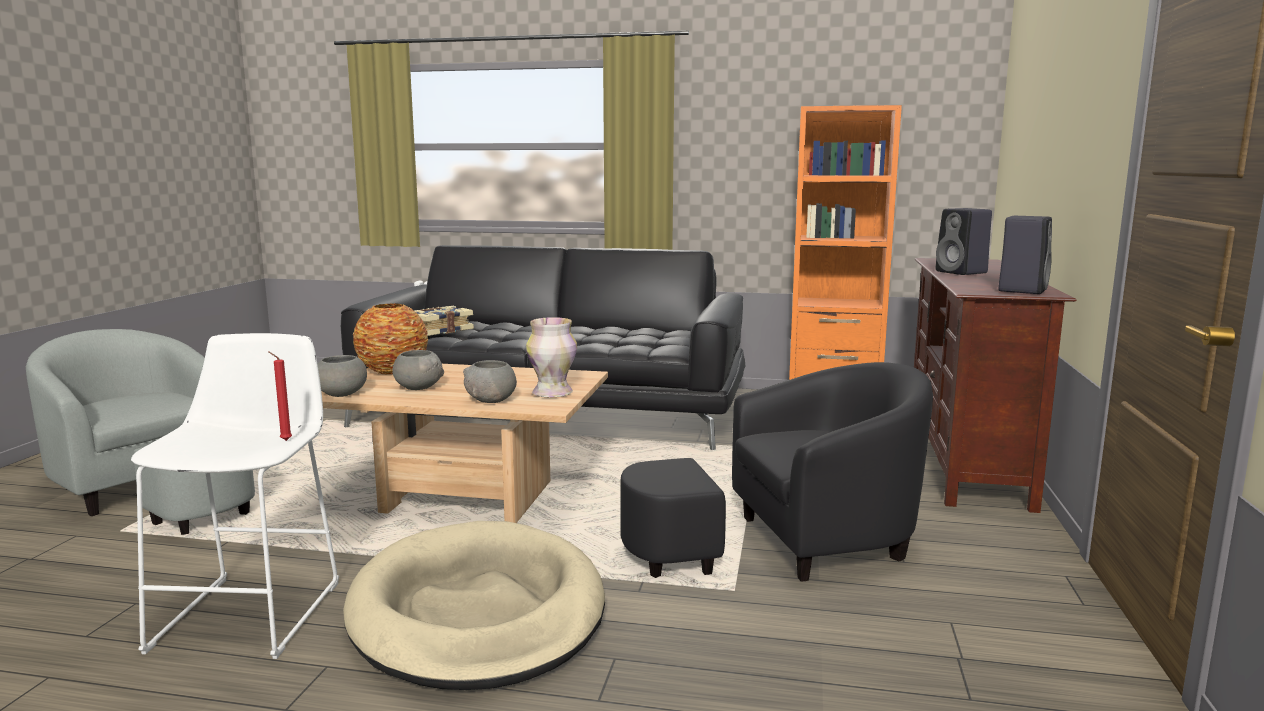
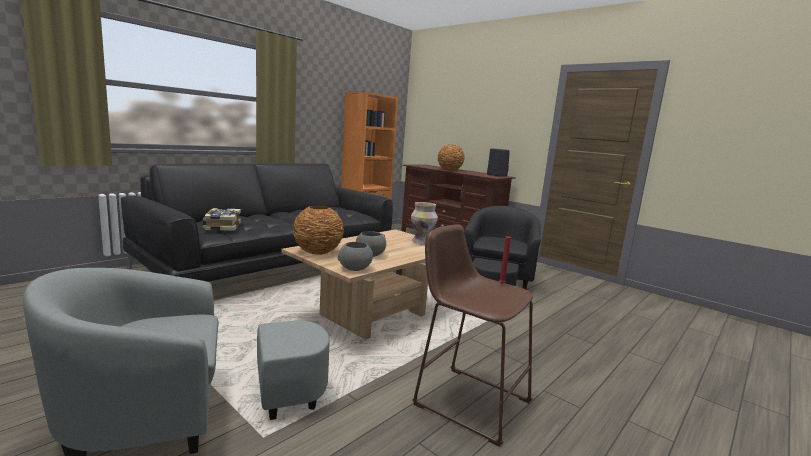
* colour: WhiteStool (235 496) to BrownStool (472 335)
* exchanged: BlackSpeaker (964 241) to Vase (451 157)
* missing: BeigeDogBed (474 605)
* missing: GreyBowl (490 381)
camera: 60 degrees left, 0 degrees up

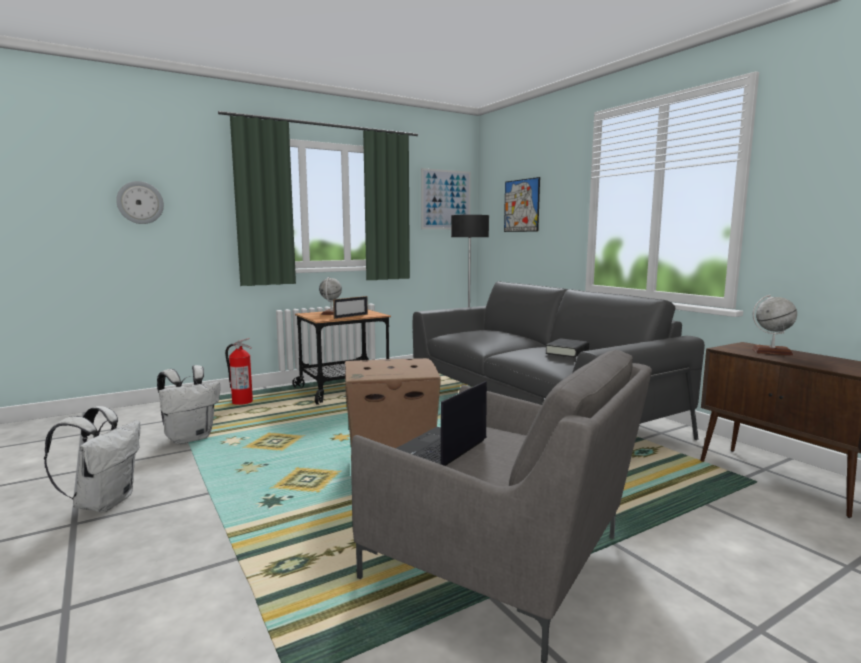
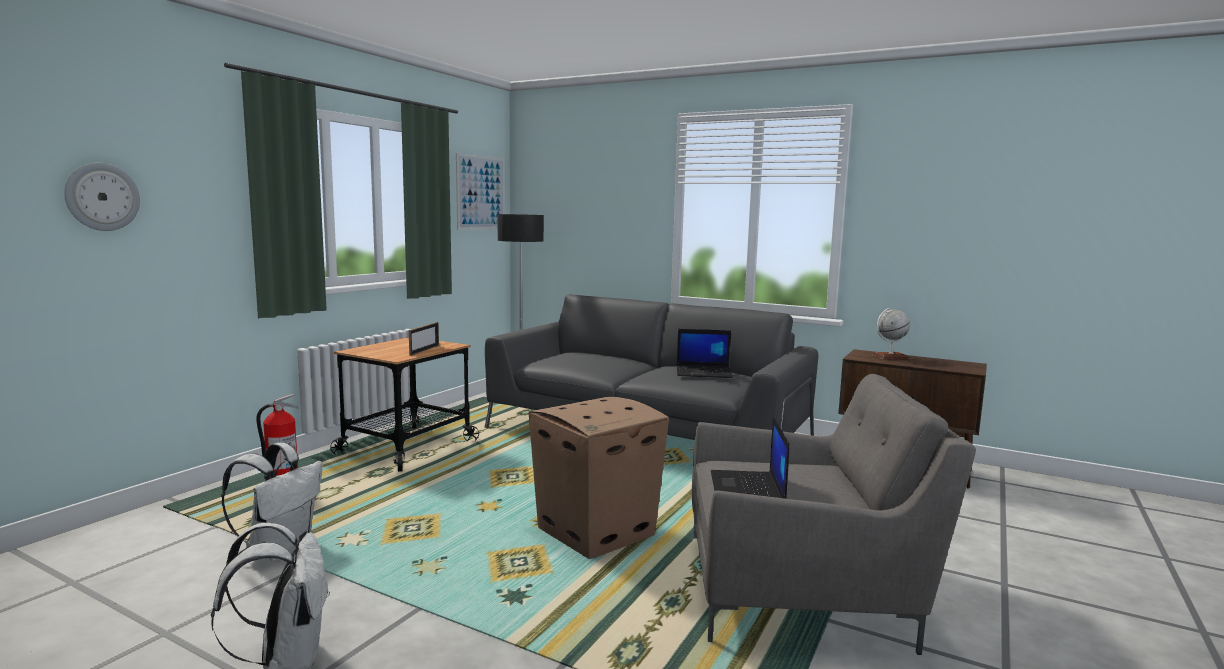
* exchanged: BlackBook (567 347) to Laptop (705 353)
* missing: Globe (330 296)
* missing: Picture (522 204)
camera: 30 degrees left, 0 degrees up

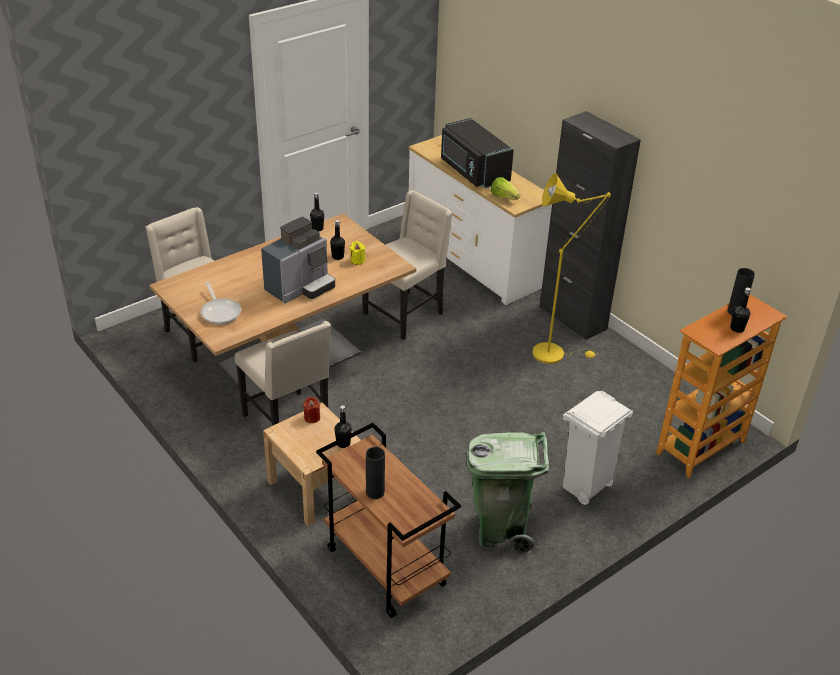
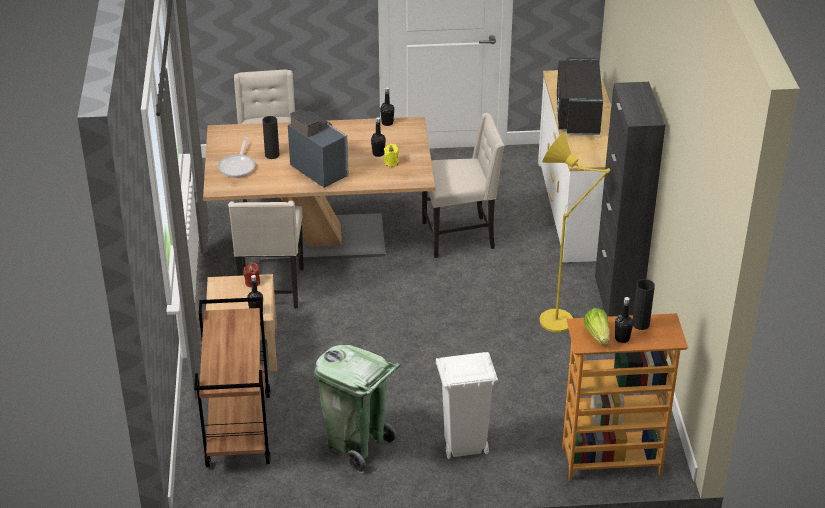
* relocated: BlackVase (375 473) to (270 137)
* spun: CoffeeMachine (298 260) = (318 148) 120 degrees counterclockwise
* relocated: Lettuce (505 188) to (597 326)
camera: 35 degrees right, 0 degrees up

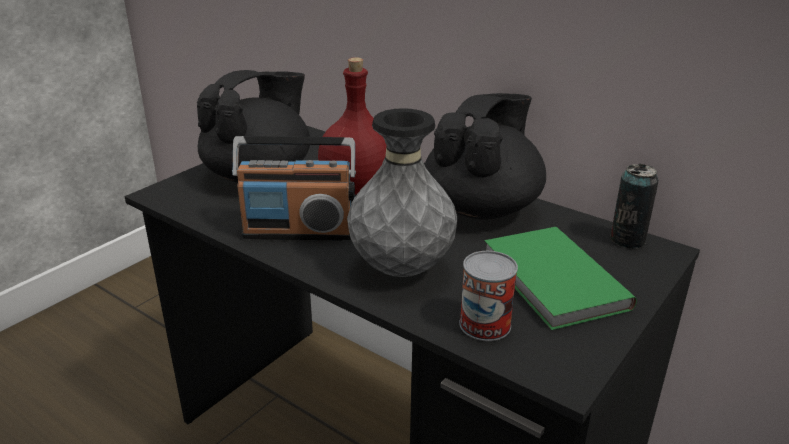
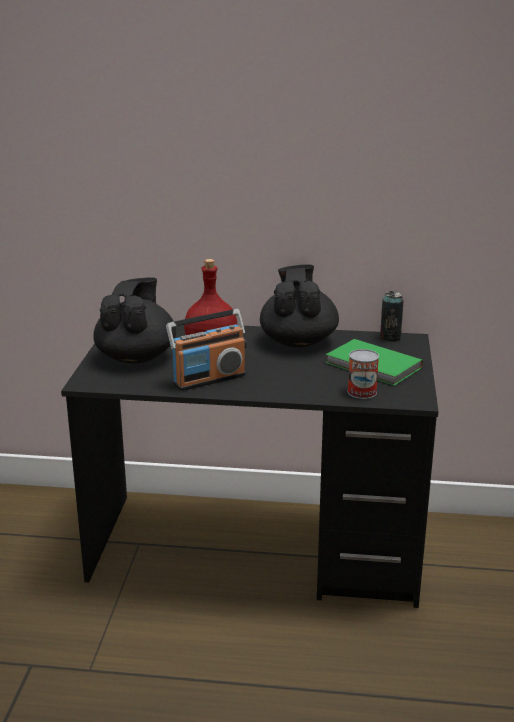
* missing: GreyVase (402 192)
camera: 30 degrees left, 5 degrees down

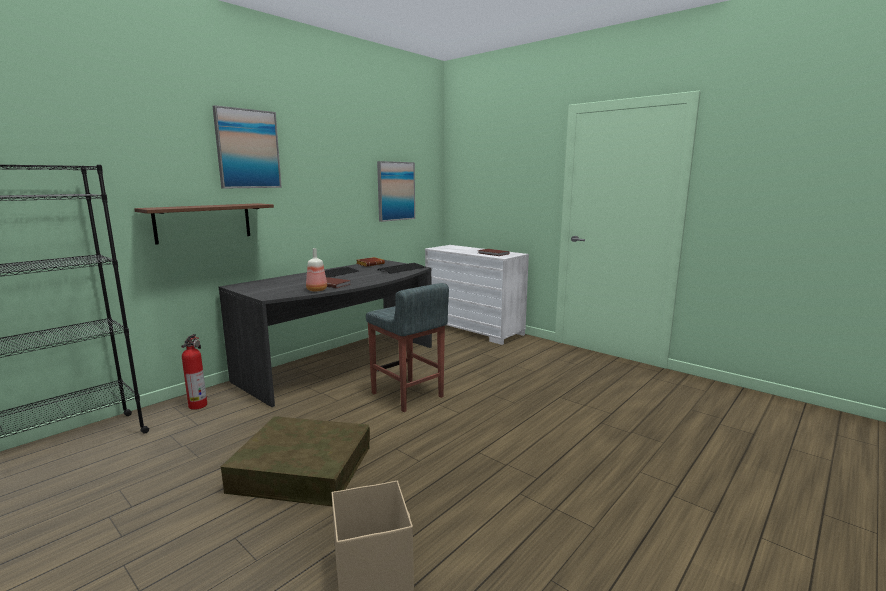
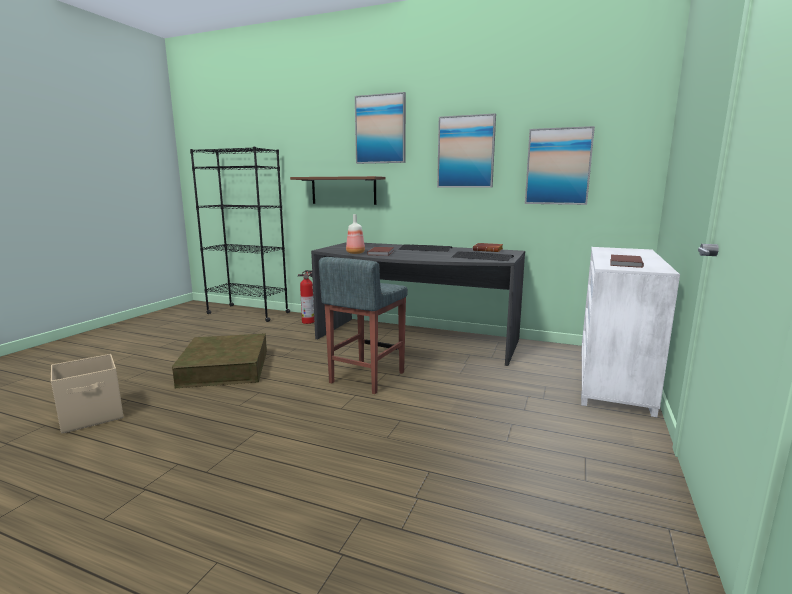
* appeared: Picture (466 150)
camera: 70 degrees right, 0 degrees up

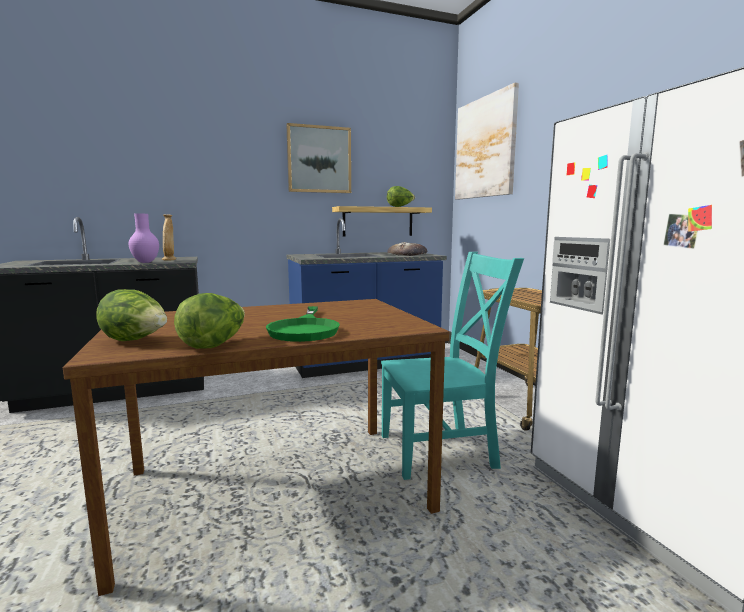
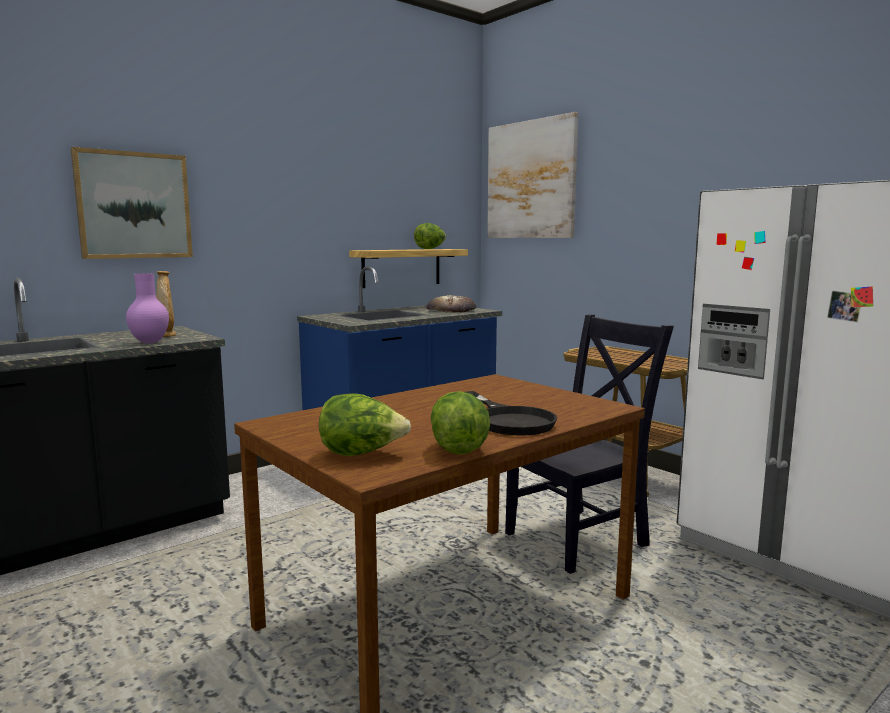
* relocated: Picture (318 158) to (132 203)
* colour: GreenFryingPan (303 324) to BlackFryingPan (511 413)
* colour: TurquoiseChair (452 366) to BlackChair (589 444)
camera: 20 degrees left, 0 degrees up

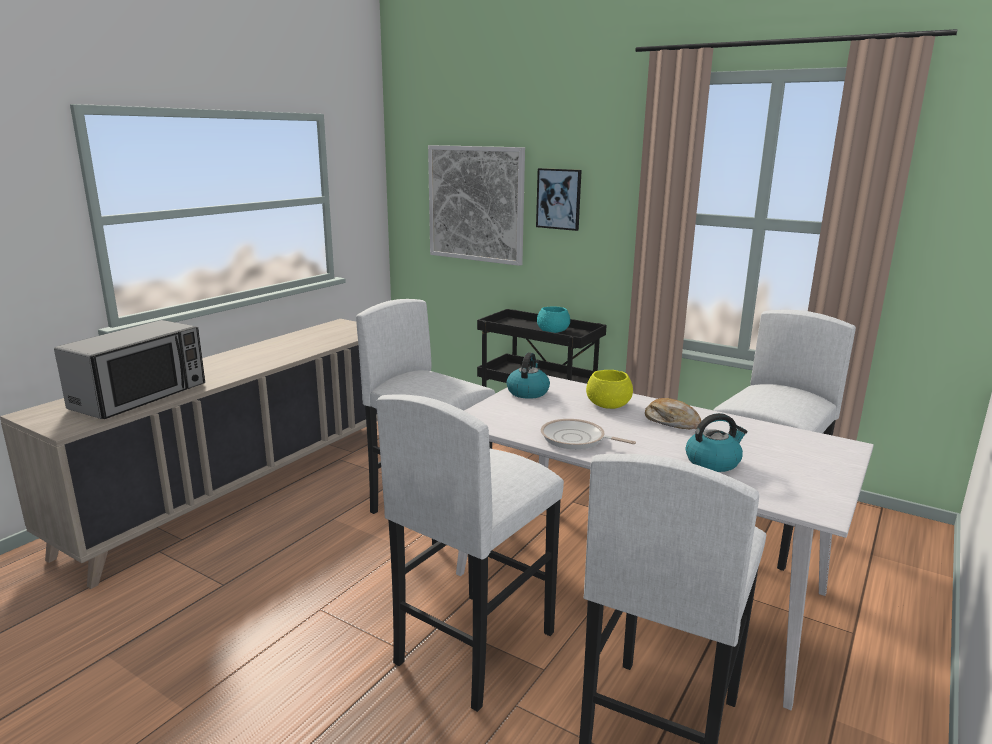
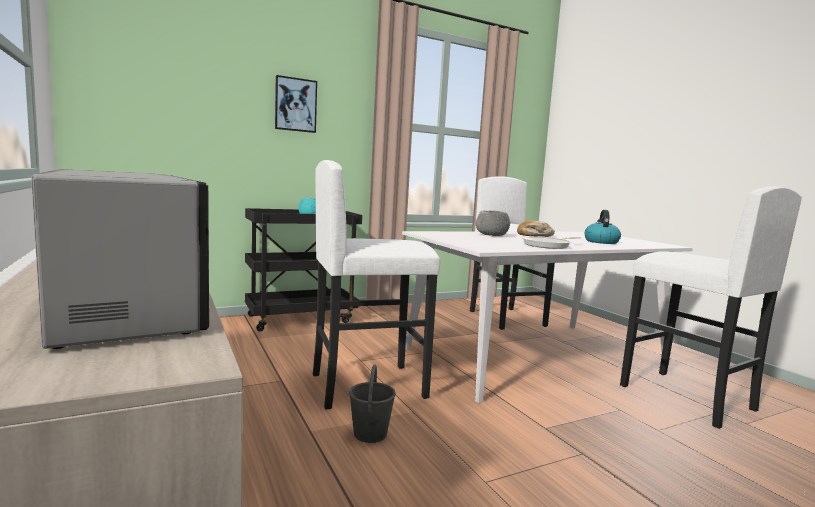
* appeared: GreyBucket (372 404)
* colour: YellowBowl (609 389) to GreyBowl (493 223)
* missing: WhiteStool (470 553)
* missing: Picture (476 205)
* missing: Kettle (528 375)
camera: 60 degrees left, 10 degrees down

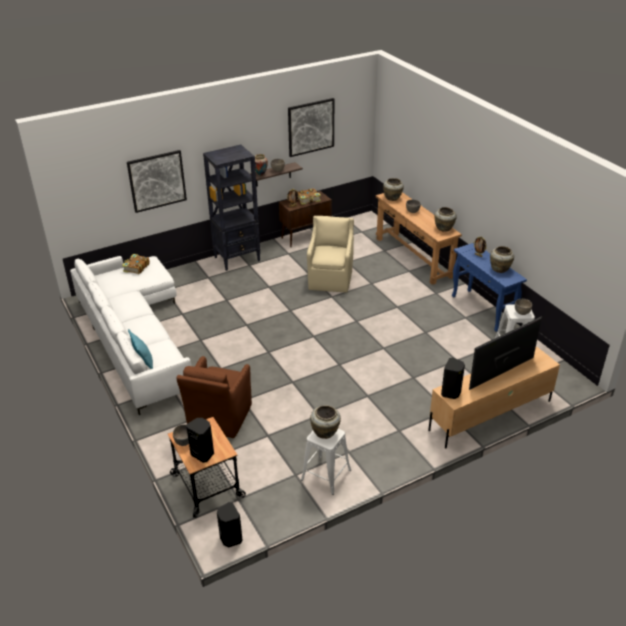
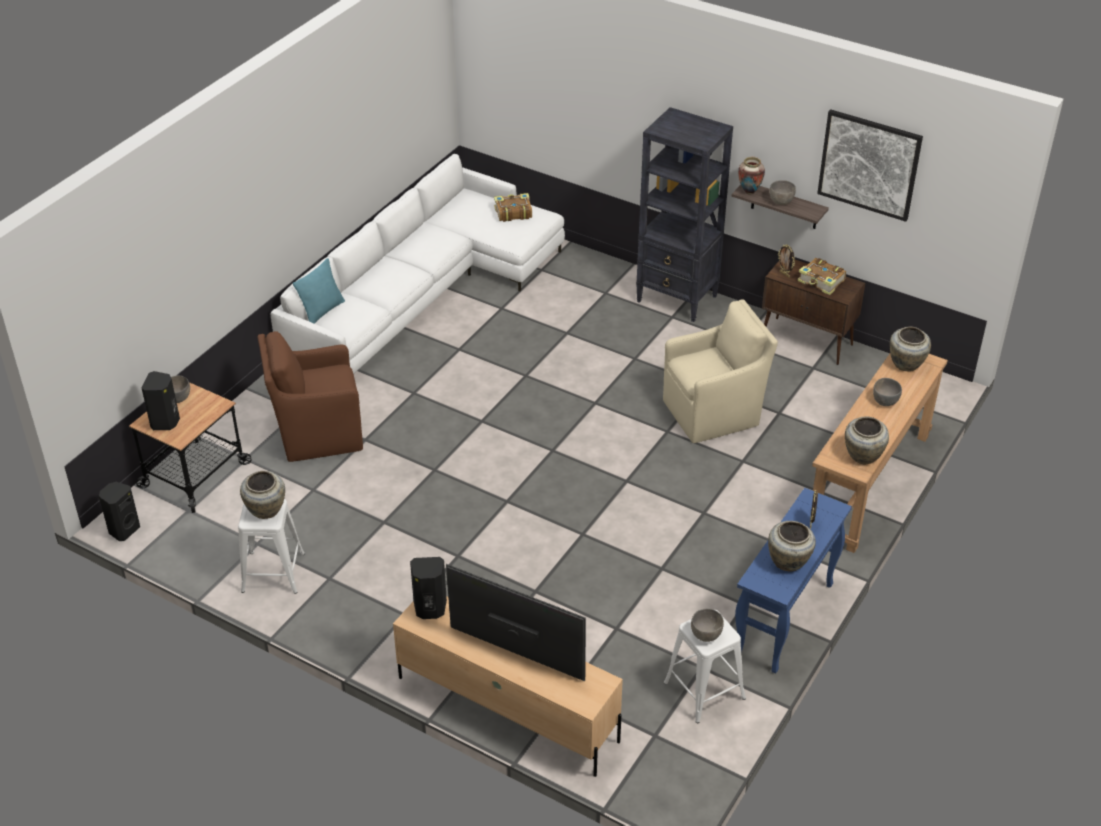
* missing: Picture (157 181)
camera: 60 degrees right, 5 degrees up

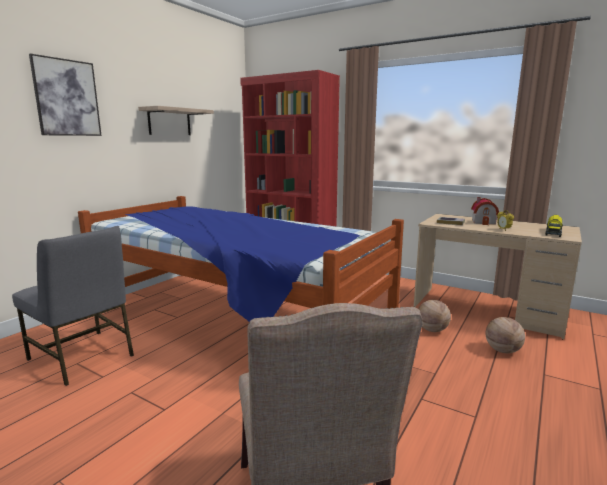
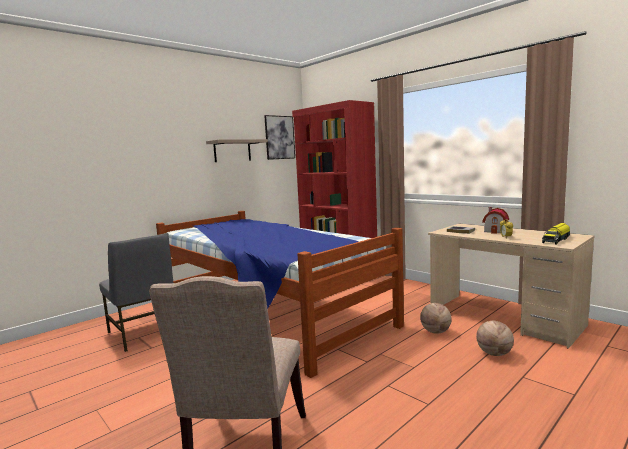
* relocated: Picture (65 95) to (279 137)
camera: 15 degrees right, 5 degrees down

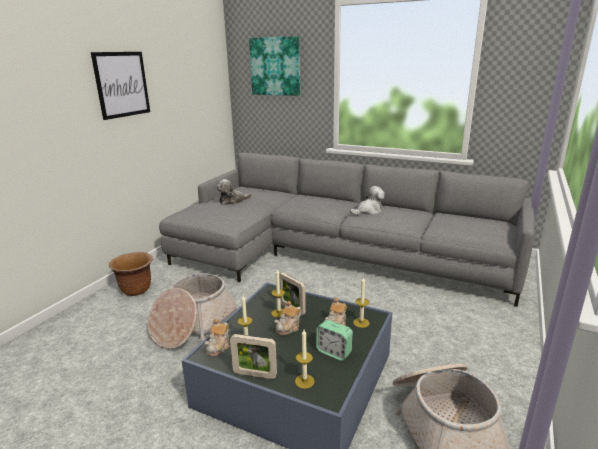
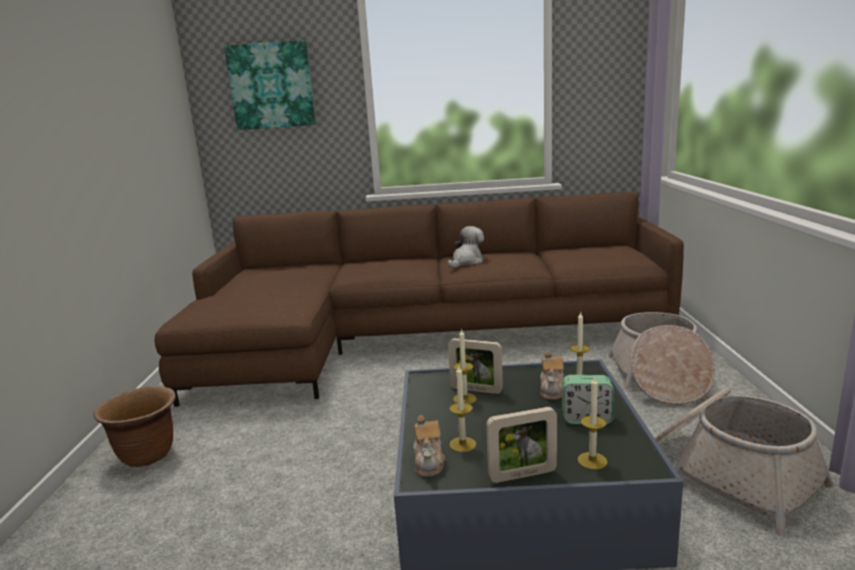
* colour: GreySofa (347 229) to BrownSofa (419 299)
* relocated: Basket (193 311) to (661 358)
* missing: Picture (120 86)
* missing: PlushToy (234 192)
* missing: Teapot (287 318)
camera: 25 degrees left, 5 degrees down

